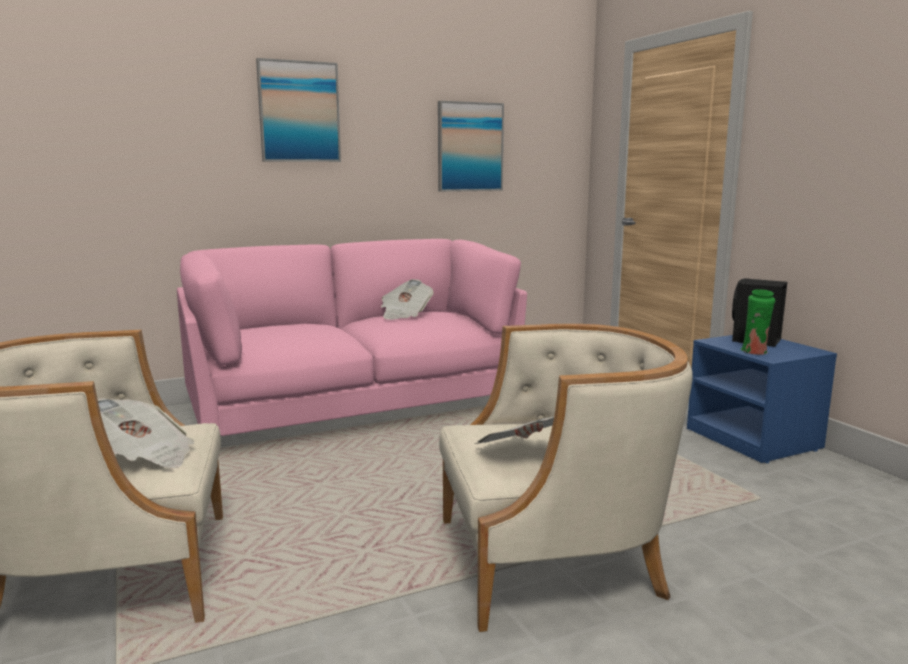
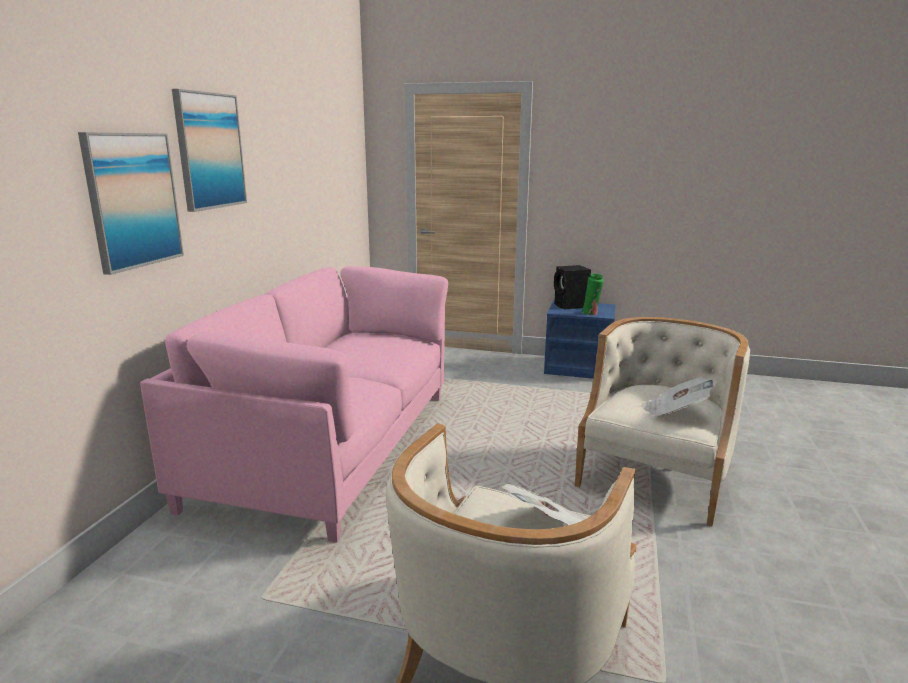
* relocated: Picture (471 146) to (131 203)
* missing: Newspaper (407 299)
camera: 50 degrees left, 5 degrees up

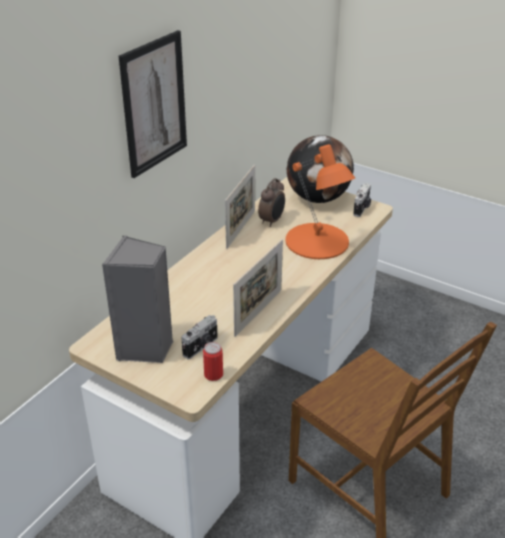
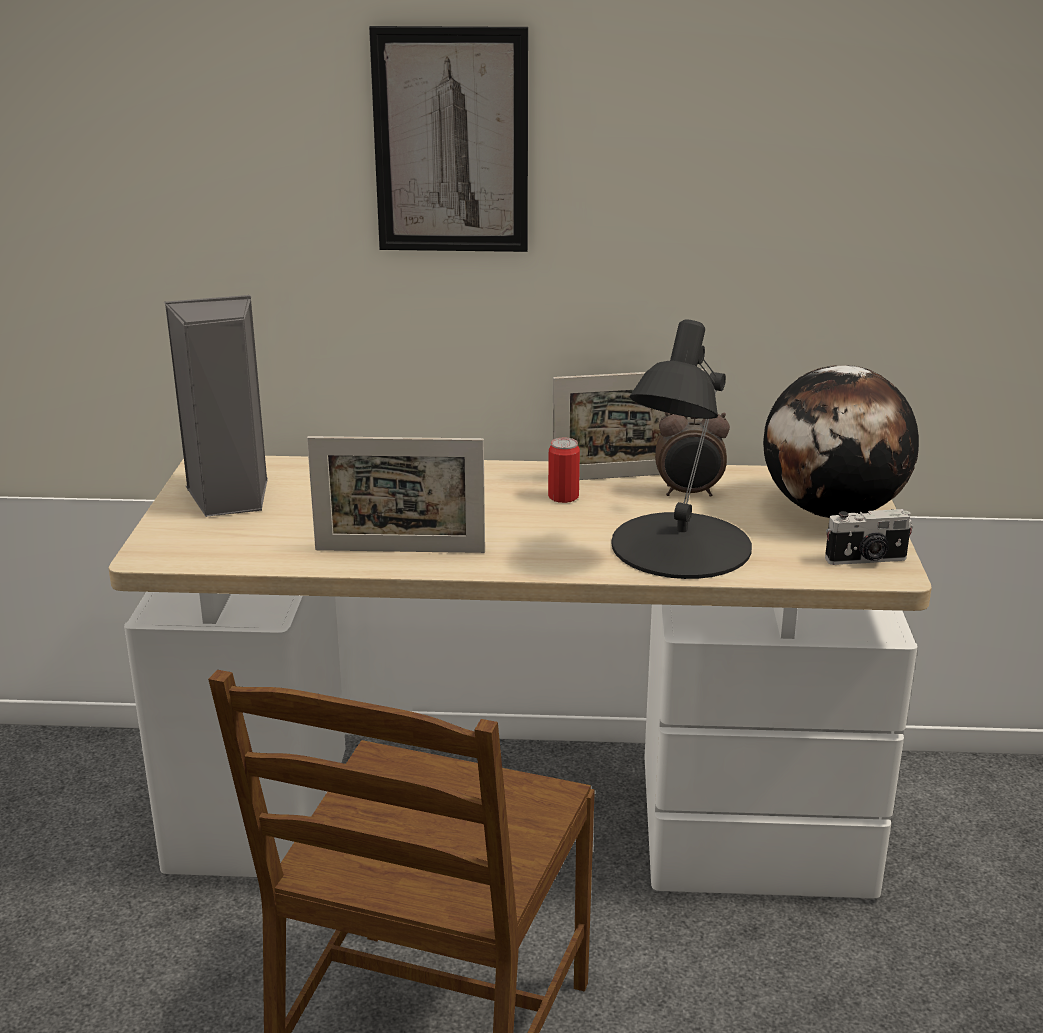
* relocated: Can (213 361) to (564 470)
* colour: OrangeTableLamp (320 201) to BlackTableLamp (681 449)
* missing: PhotoCamera (200 337)
camera: 60 degrees right, 10 degrees down

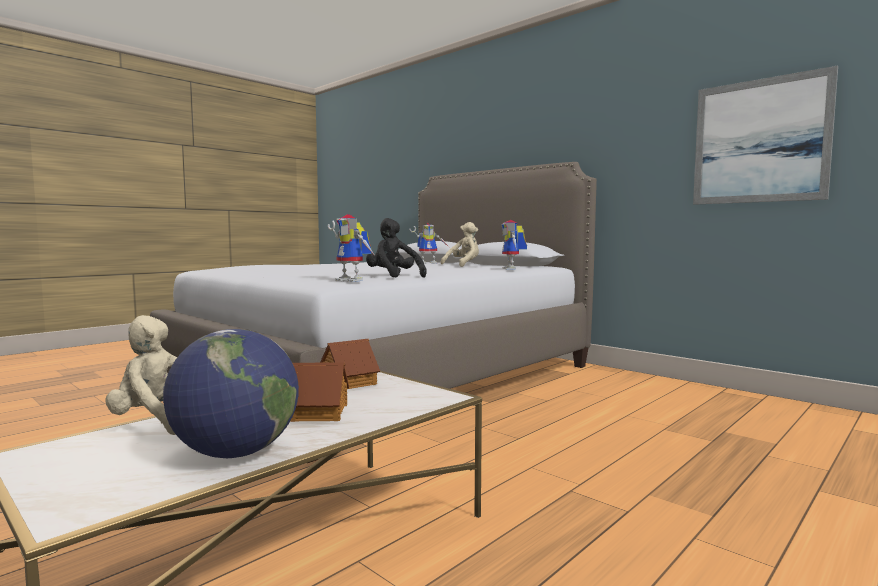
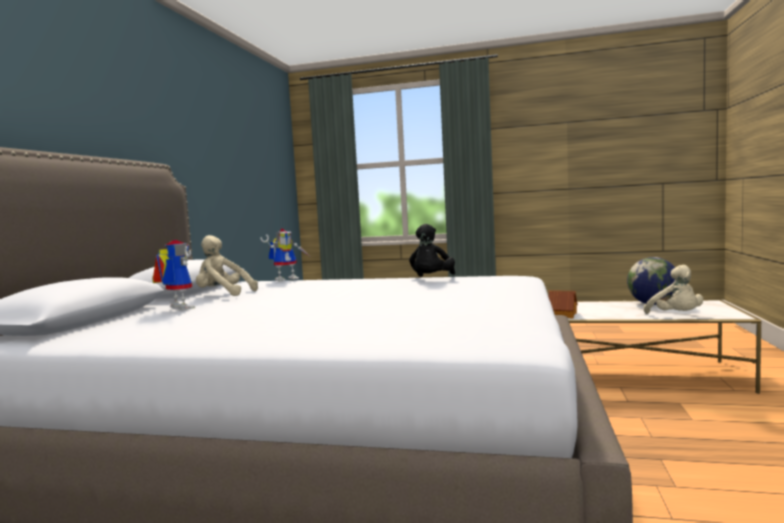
* missing: ToyHouse (320 392)
* missing: ToyRobot (351 248)
* missing: Picture (765 135)
camera: 120 degrees left, 0 degrees up

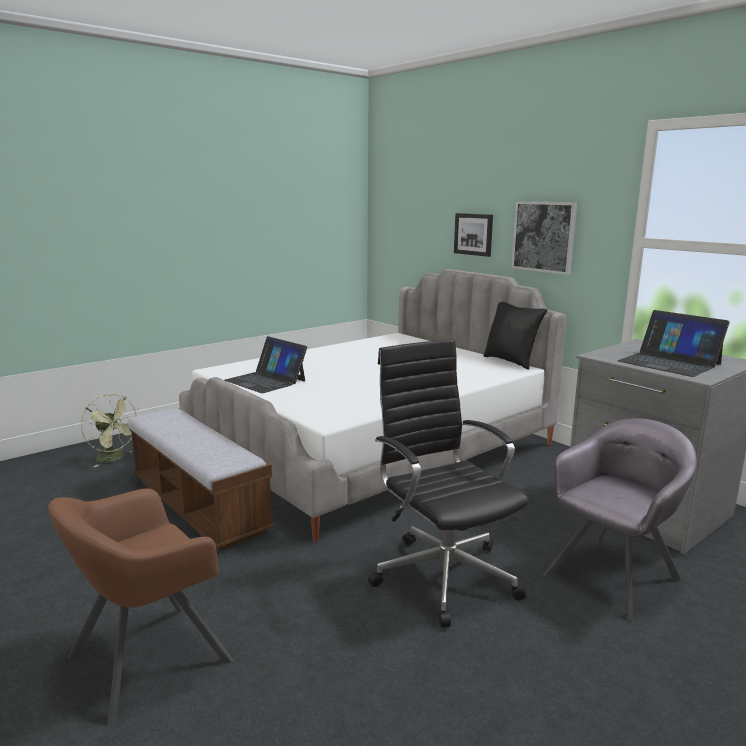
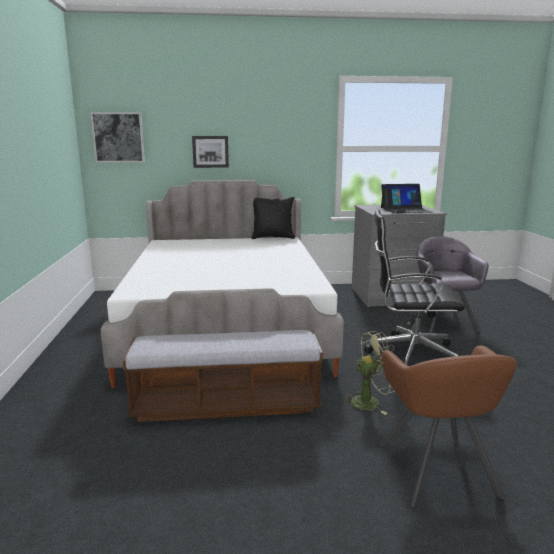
* relocated: Picture (544 238) to (117 137)
* relocated: GreenFan (110 430) to (368 373)
* missing: Laptop (266 364)
camera: 55 degrees left, 0 degrees up

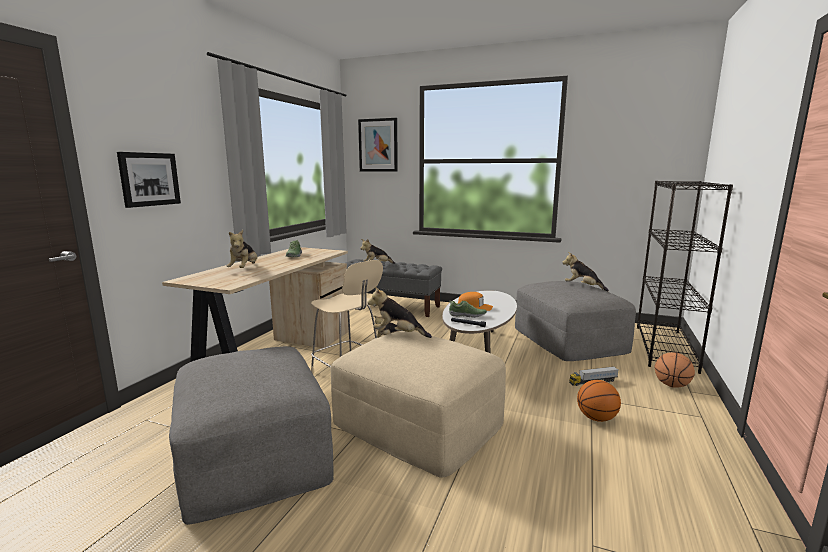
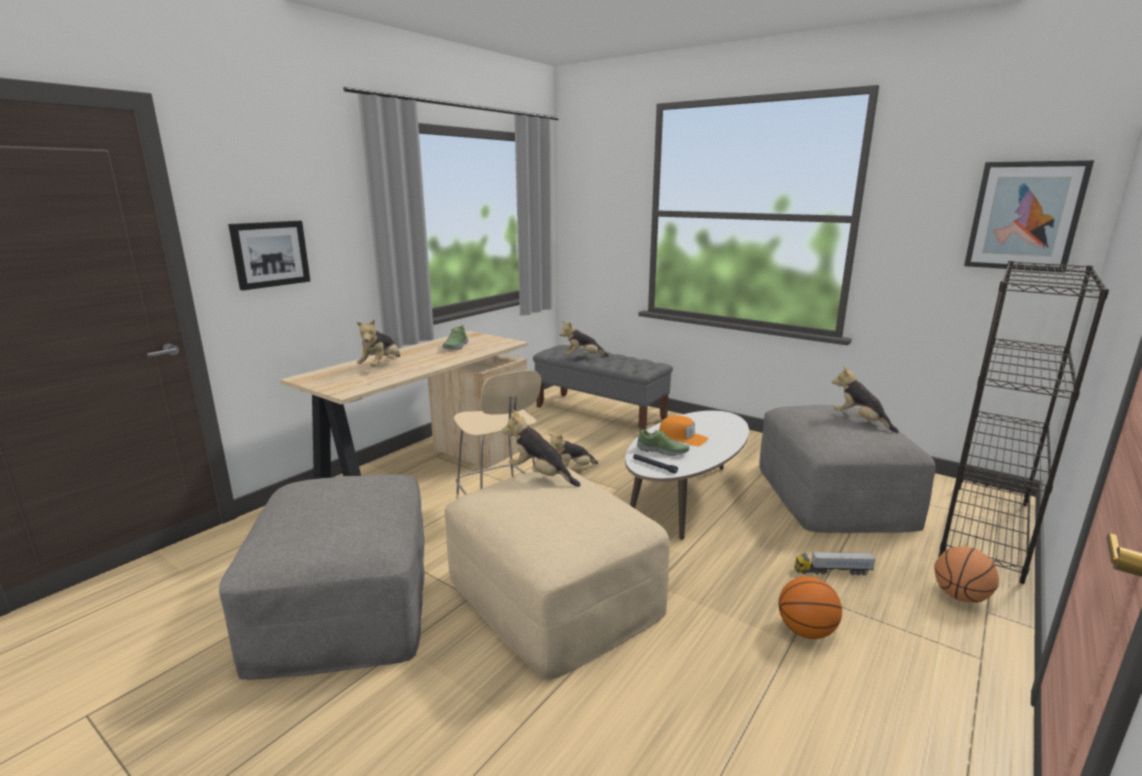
* relocated: Picture (378 144) to (1029 216)
camera: 15 degrees right, 5 degrees up

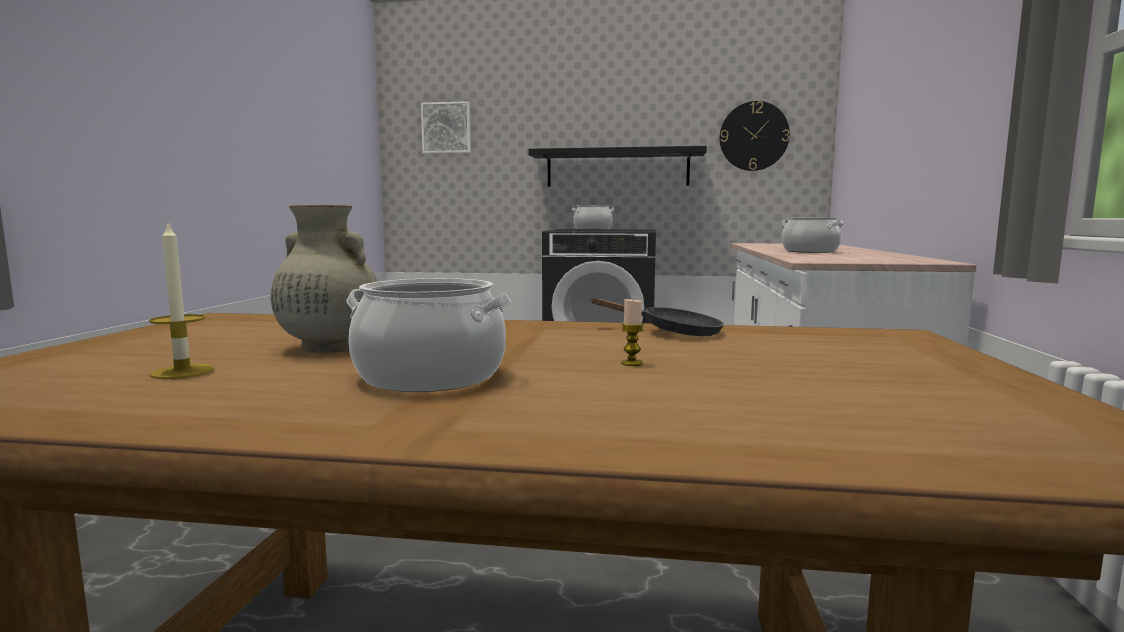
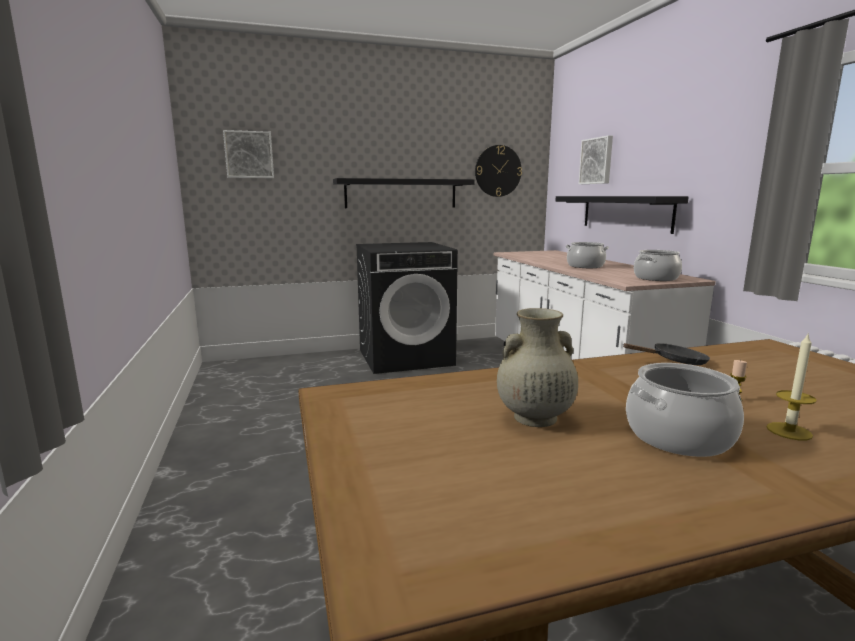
* appeared: BlackShelf (622 215)
* appeared: Picture (596 159)
* relocated: CookingPot (592 217) to (658 265)
* relocated: Candle (181 300) to (791 386)
camera: 25 degrees left, 5 degrees up

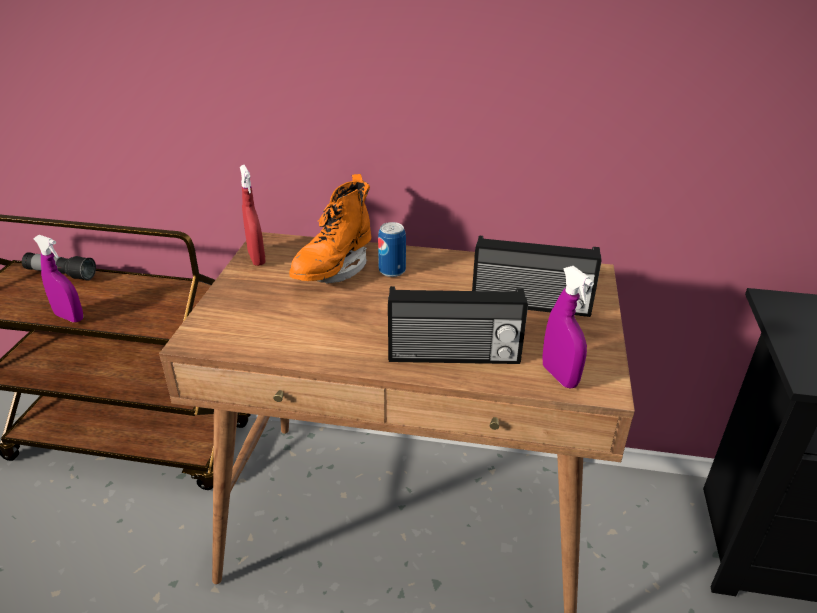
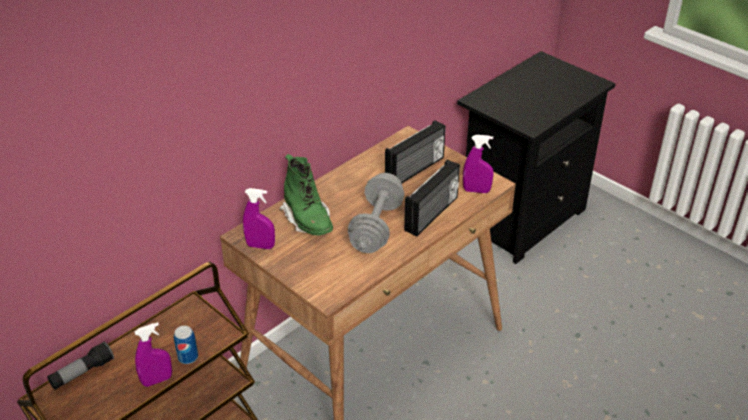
* relocated: Can (392 249) to (186 345)
* colour: RedSprayBottle (253 215) to PurpleSprayBottle (259 218)
* colour: OrangeBoot (330 228) to GreenBoot (306 195)
* appeared: GreyDumbbell (376 213)
camera: 55 degrees left, 5 degrees up

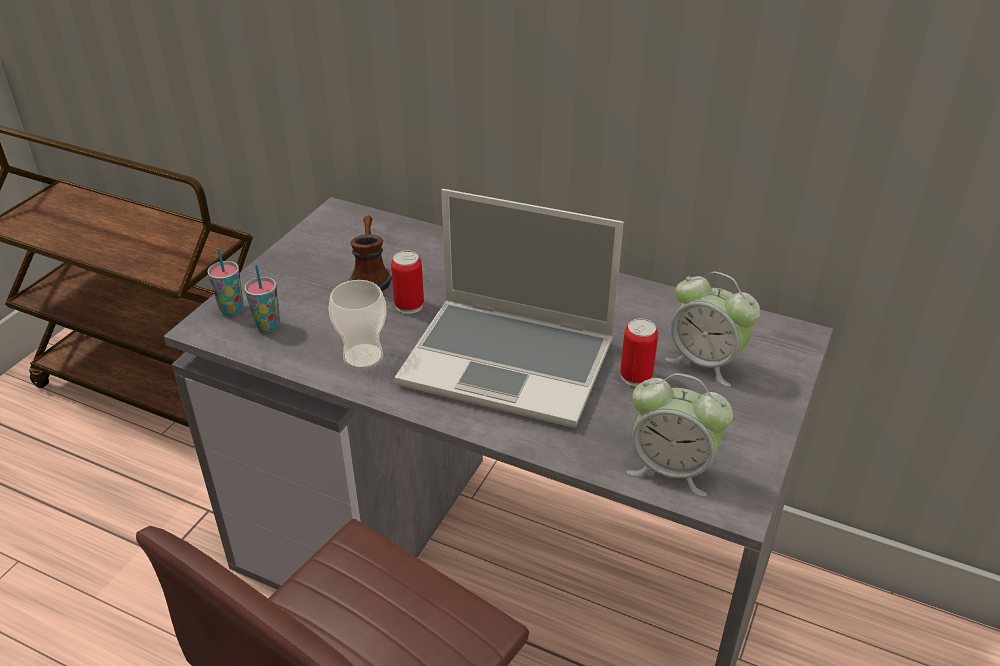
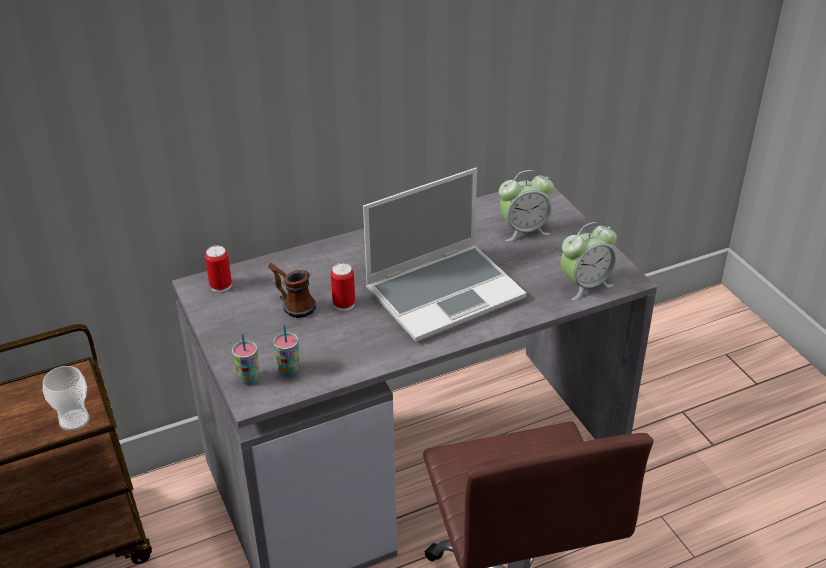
* relocated: Cup (358 325) to (66 398)
* relocated: Can (639 352) to (218 268)
camera: 50 degrees left, 0 degrees up

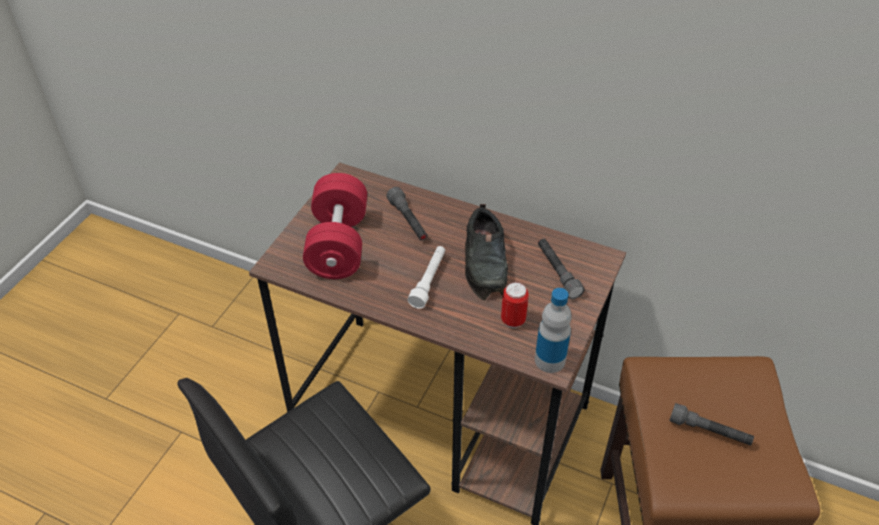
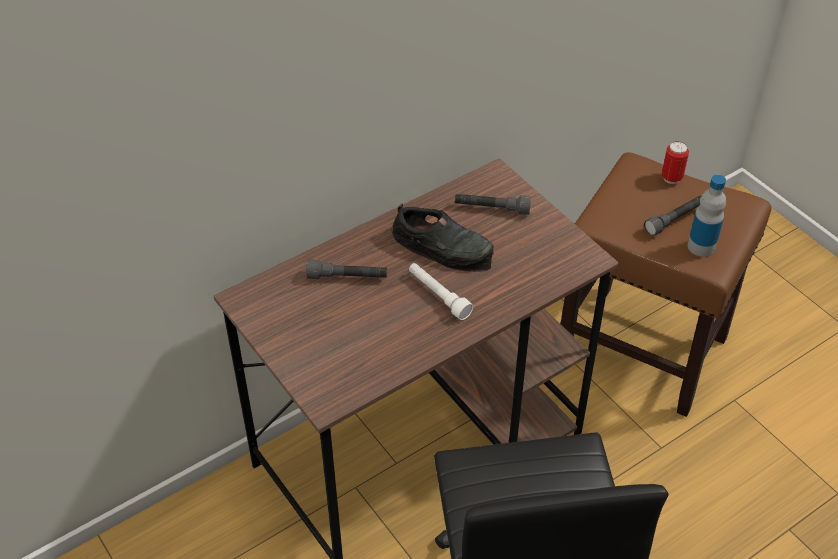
* relocated: Can (515 305) to (675 162)
* relocated: Bottle (553 330) to (707 216)
* missing: RedDumbbell (335 226)
camera: 60 degrees left, 0 degrees up

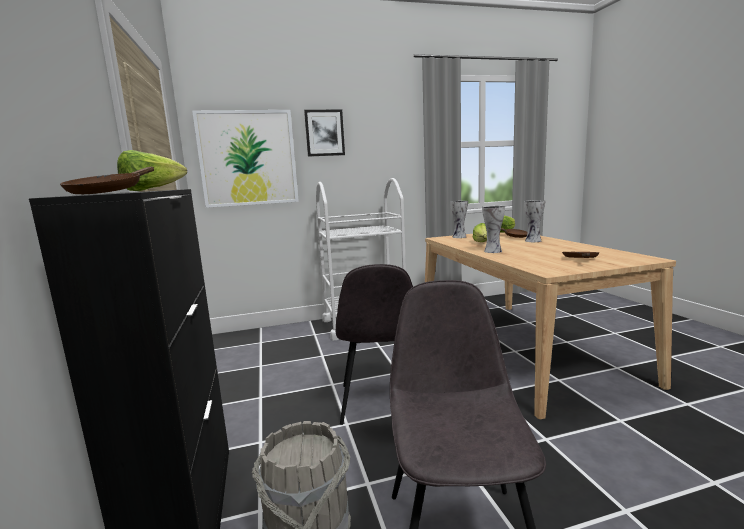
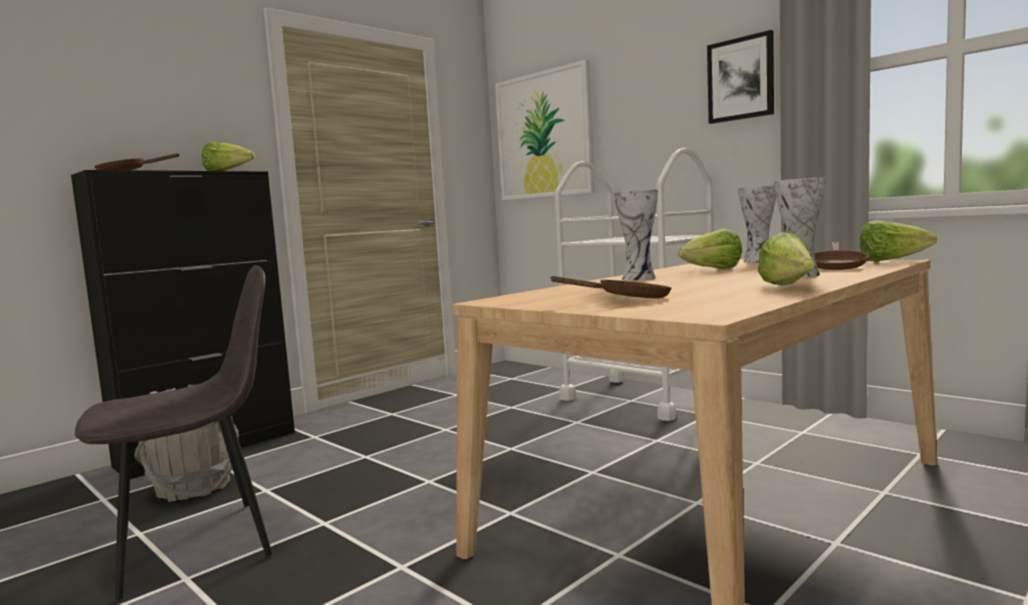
* relocated: Picture (324 133) to (740 77)
* appeared: Lettuce (786 258)
* missing: GreyChair (374 344)
camera: 60 degrees right, 5 degrees down

